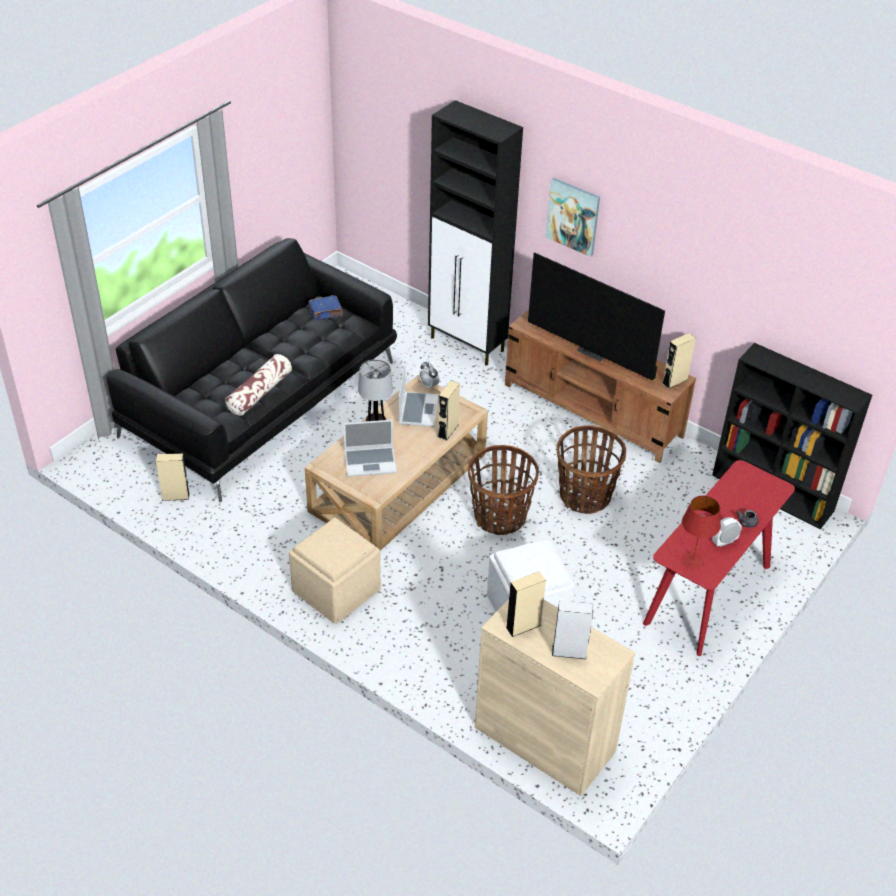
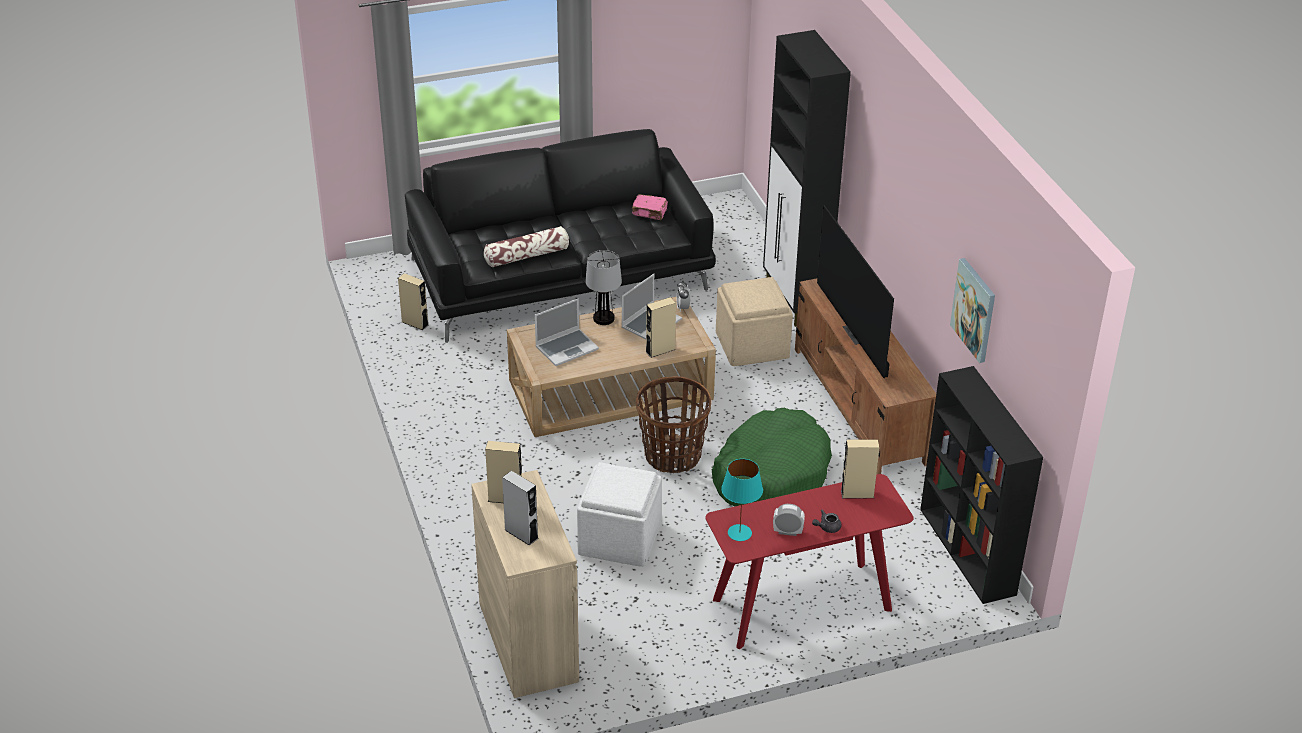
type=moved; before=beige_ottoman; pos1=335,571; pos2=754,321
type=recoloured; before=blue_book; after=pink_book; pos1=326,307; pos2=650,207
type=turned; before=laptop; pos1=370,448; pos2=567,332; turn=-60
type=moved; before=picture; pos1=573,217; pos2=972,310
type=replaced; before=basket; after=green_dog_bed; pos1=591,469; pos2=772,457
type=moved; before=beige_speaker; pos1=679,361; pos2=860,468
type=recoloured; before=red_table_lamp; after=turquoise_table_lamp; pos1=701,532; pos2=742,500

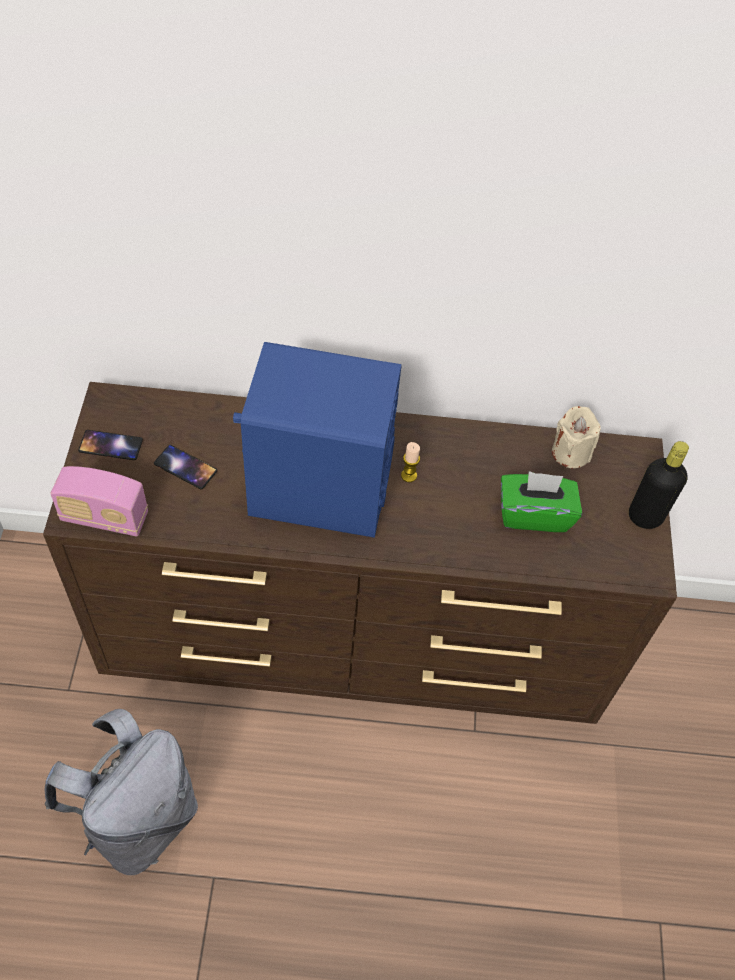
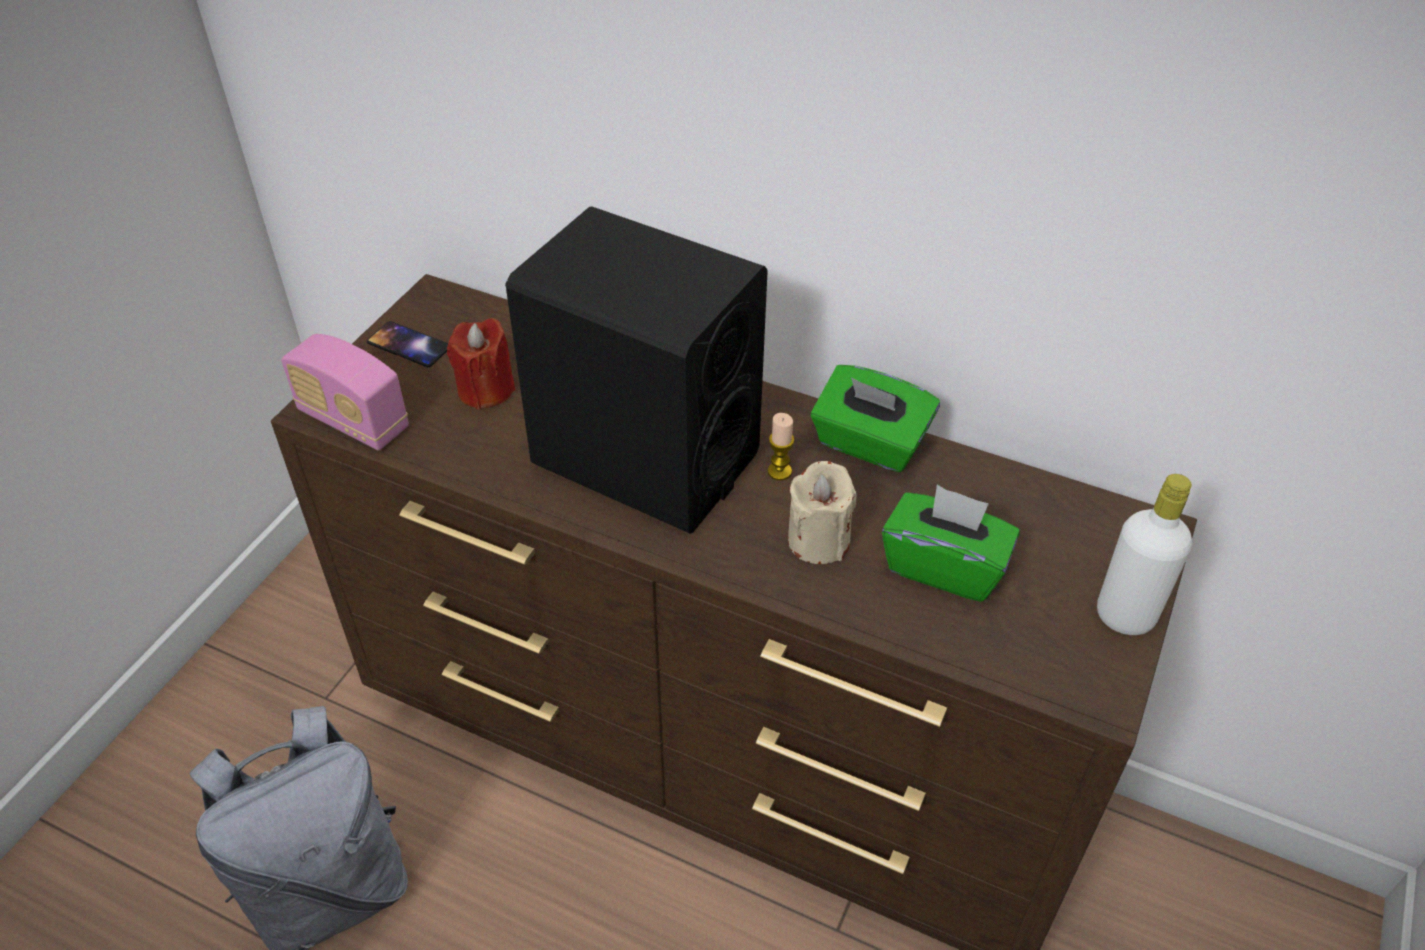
type=replaced; before=phone; after=red_candle; pos1=185,467; pos2=481,364
type=recoloured; before=blue_speaker; after=black_speaker; pos1=317,440; pos2=636,370
type=moved; before=beige_candle; pos1=576,437; pos2=822,512
type=recoloured; before=black_bottle; after=white_bottle; pos1=659,485; pos2=1144,554
type=added; after=green_tissue_box; pos2=875,418

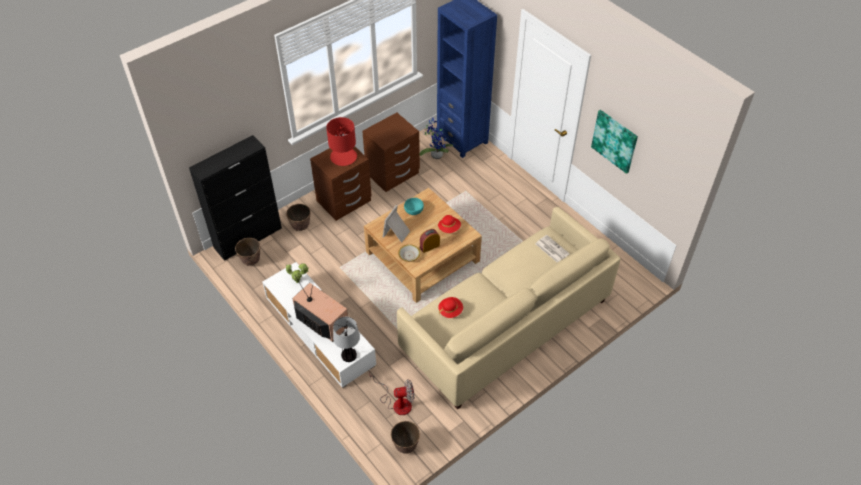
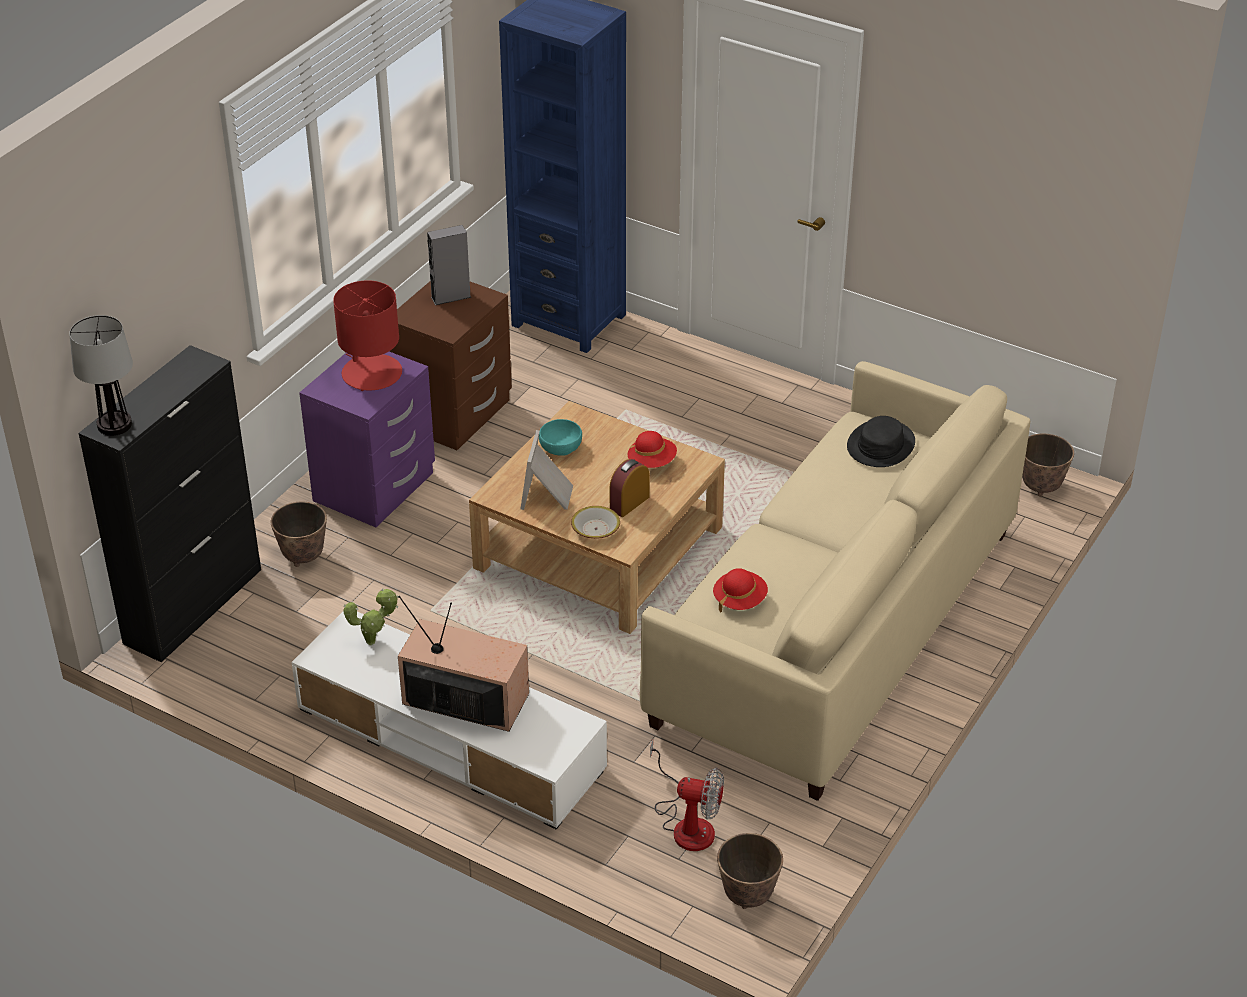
type=moved; before=planter; pos1=247,252; pos2=1048,465
type=recoloured; before=brown_nightstand; after=purple_nightstand; pos1=341,184; pos2=367,439
type=moved; before=table_lamp; pos1=346,339; pos2=101,375
type=turned; before=fan; pos1=391,393; pos2=687,795; turn=45
type=removed; before=potted_plant; pos1=437,138
type=replaced; before=newspaper; after=black_hat; pos1=553,248; pos2=881,441
type=removed; before=picture; pos1=614,142
type=added; after=grey_speaker; pos2=449,265

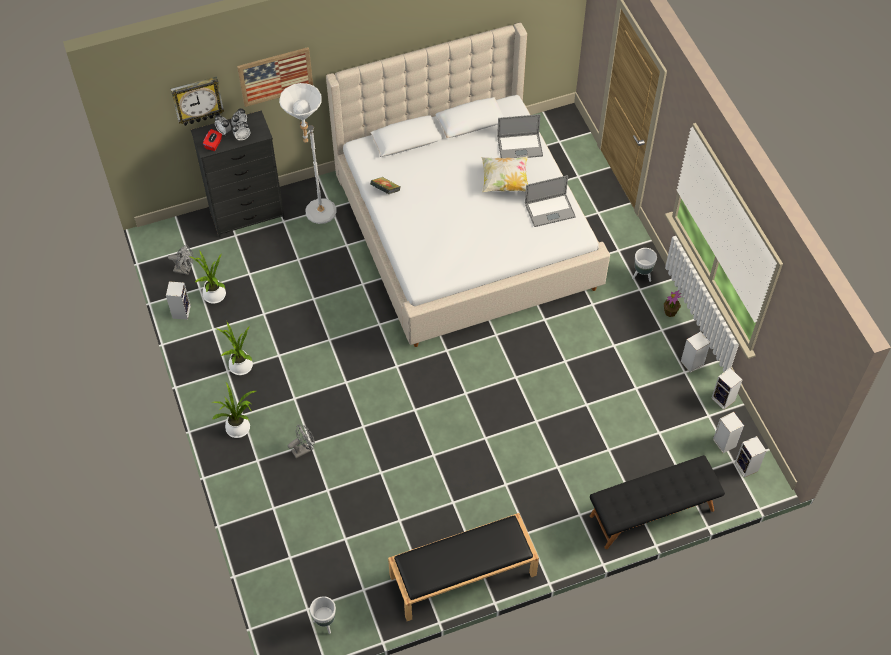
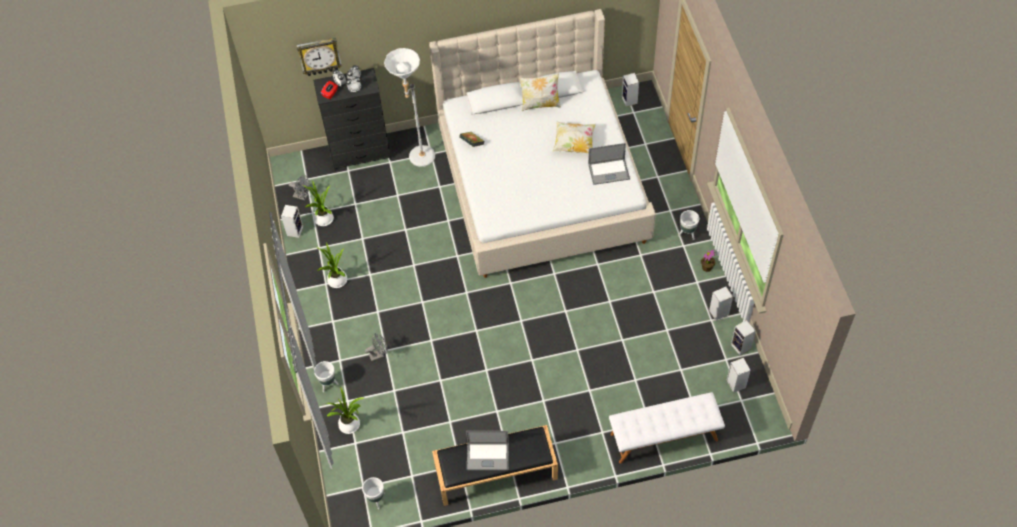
type=moved; before=potted_plant; pos1=234,410; pos2=345,410
type=removed; before=picture; pos1=275,77
type=moved; before=laptop; pos1=520,136; pos2=487,450
type=recoloured; before=black_bench; after=white_bench; pos1=657,502; pos2=667,428
type=moved; before=speaker; pos1=750,456; pos2=630,90
type=added; after=white_planter; pos2=326,376
type=added; after=pillow; pos2=540,92

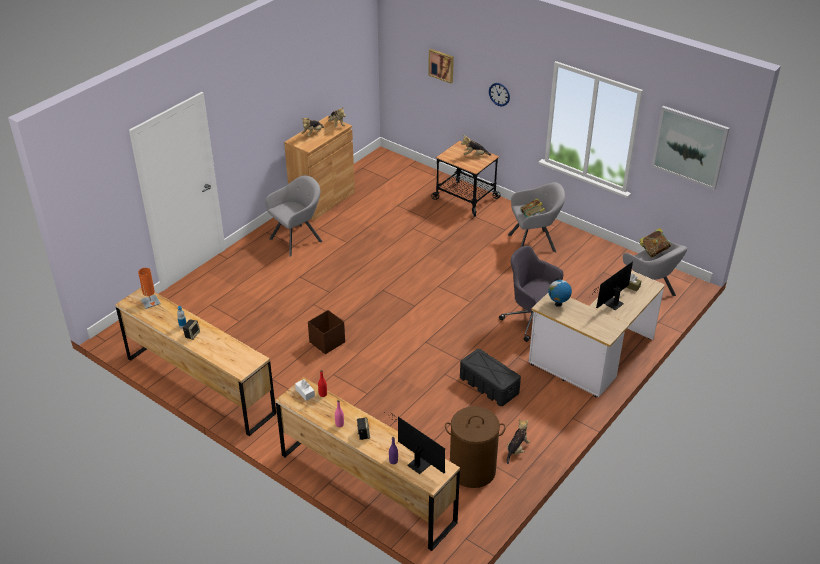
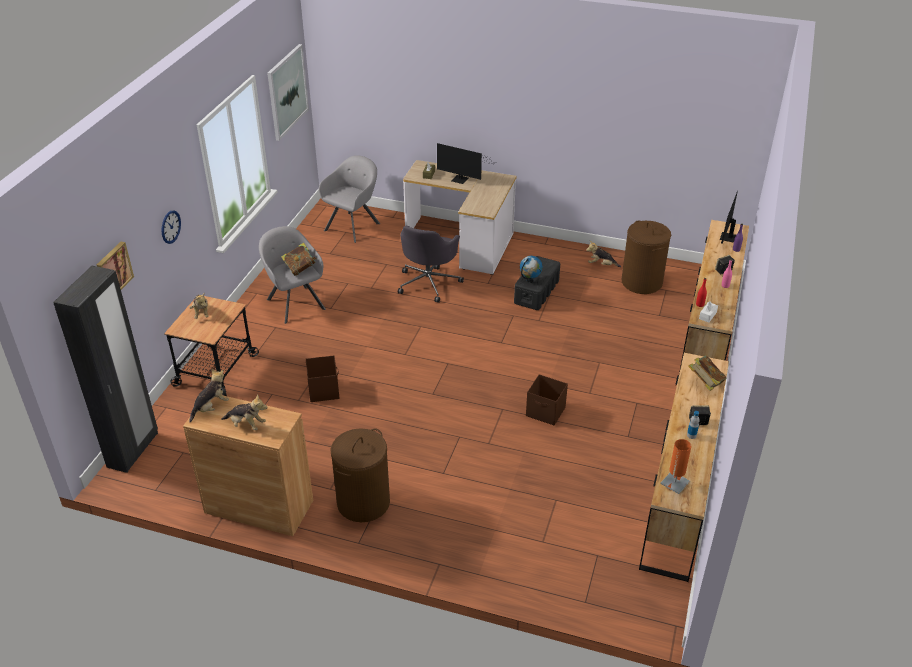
type=replaced; before=grey_armchair; after=brown_laundry_basket; pos1=294,216; pos2=360,475
type=moved; before=globe; pos1=560,292; pos2=531,269
type=moved; before=book; pos1=655,243; pos2=707,373
type=added; after=black_wardrobe; pos2=105,369
type=added; after=brown_storage_box; pos2=322,378

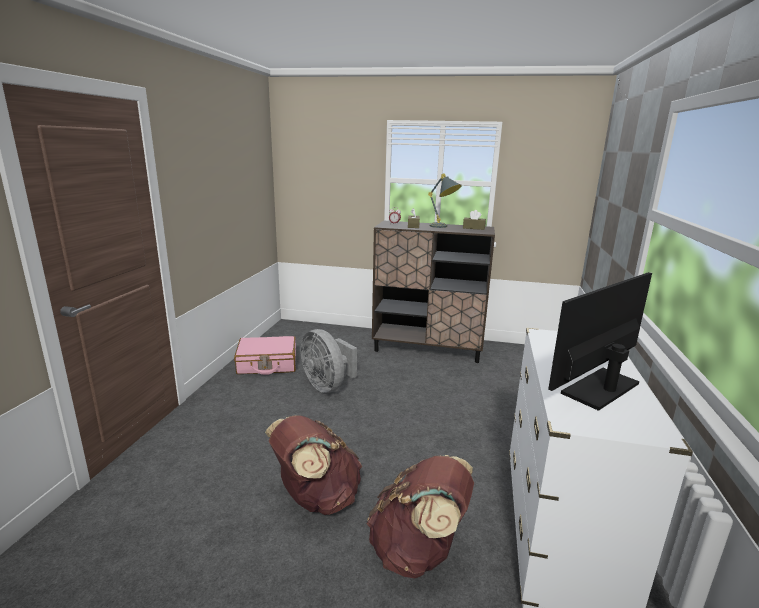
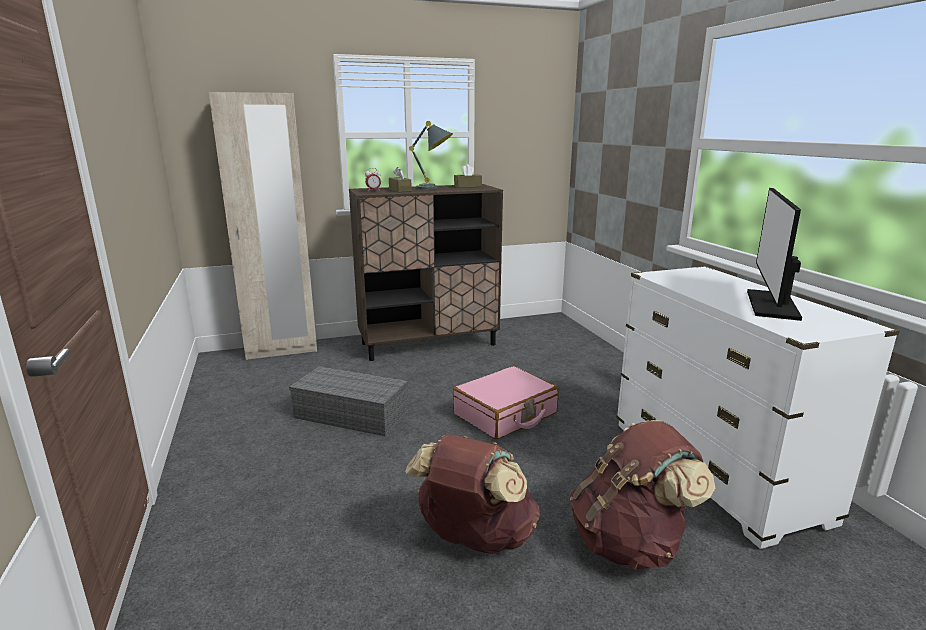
type=moved; before=pink_suitcase; pos1=265,355; pos2=506,402
type=replaced; before=grey_fan; after=grey_storage_box; pos1=329,361; pos2=348,401
type=added; after=beige_wardrobe; pos2=263,226

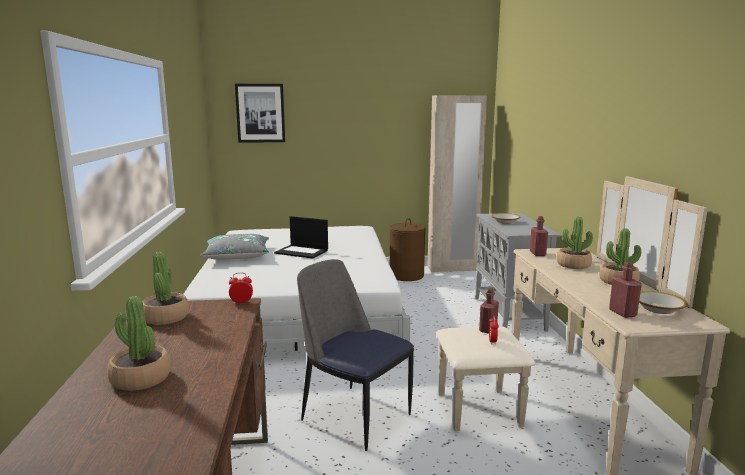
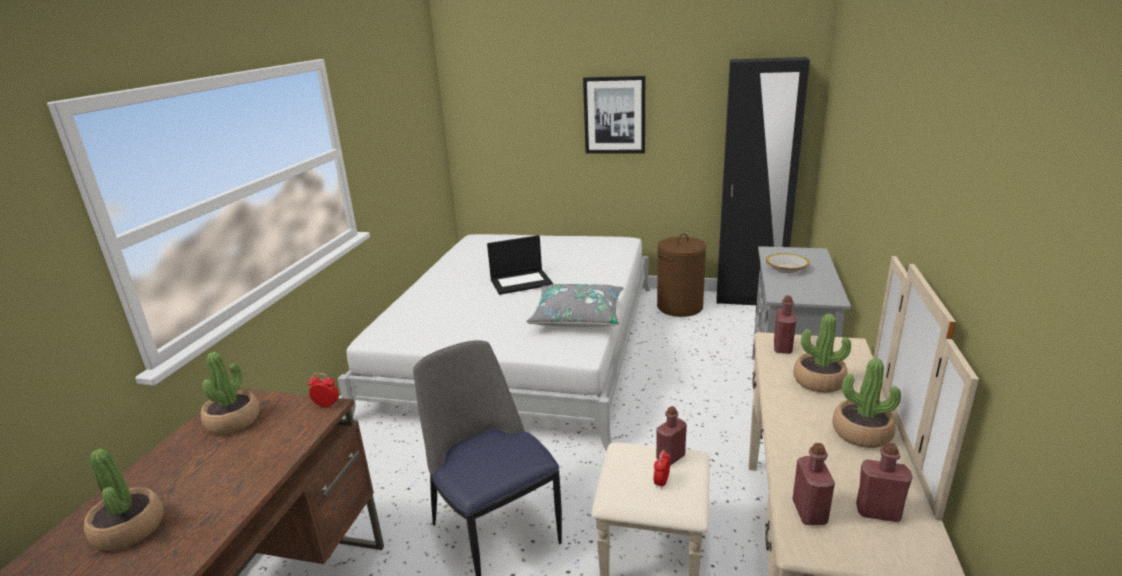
type=moved; before=grey_pillow; pos1=234,247; pos2=575,305
type=moved; before=picture; pos1=260,113; pos2=614,114
type=turned; before=laptop; pos1=301,237; pos2=520,265; turn=-60
type=recoloured; before=beige_wardrobe; after=black_wardrobe; pos1=457,183; pos2=763,181
type=replaced; before=bowl; after=red_bottle; pos1=663,302; pos2=884,482

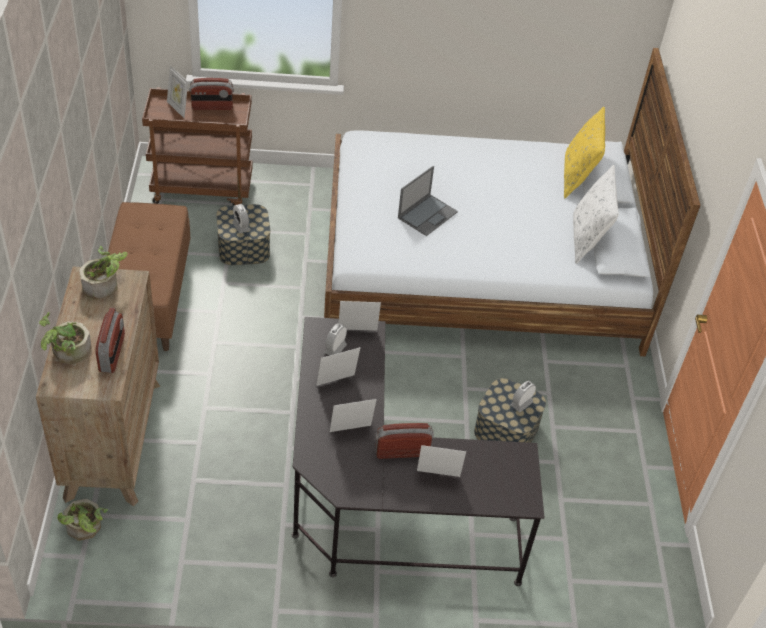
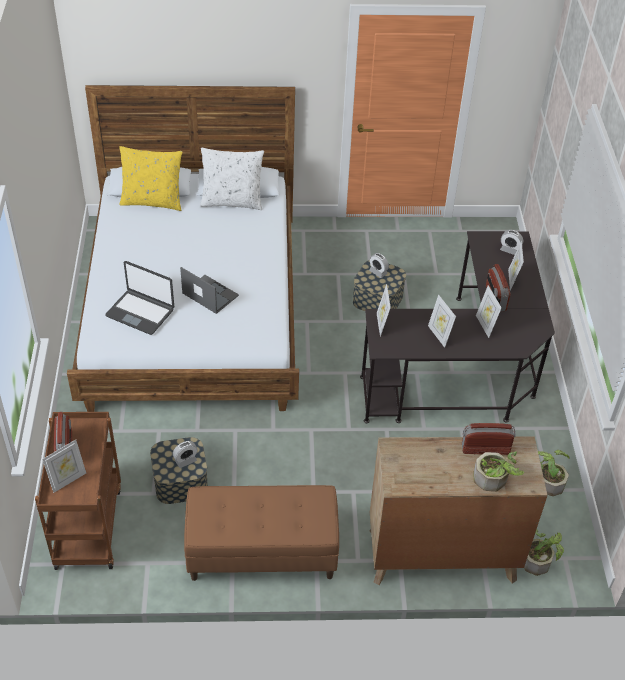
type=moved; before=potted_plant; pos1=103,273; pos2=553,473
type=moved; before=alarm_clock; pos1=335,339; pos2=511,242
type=added; after=laptop; pos2=139,298

